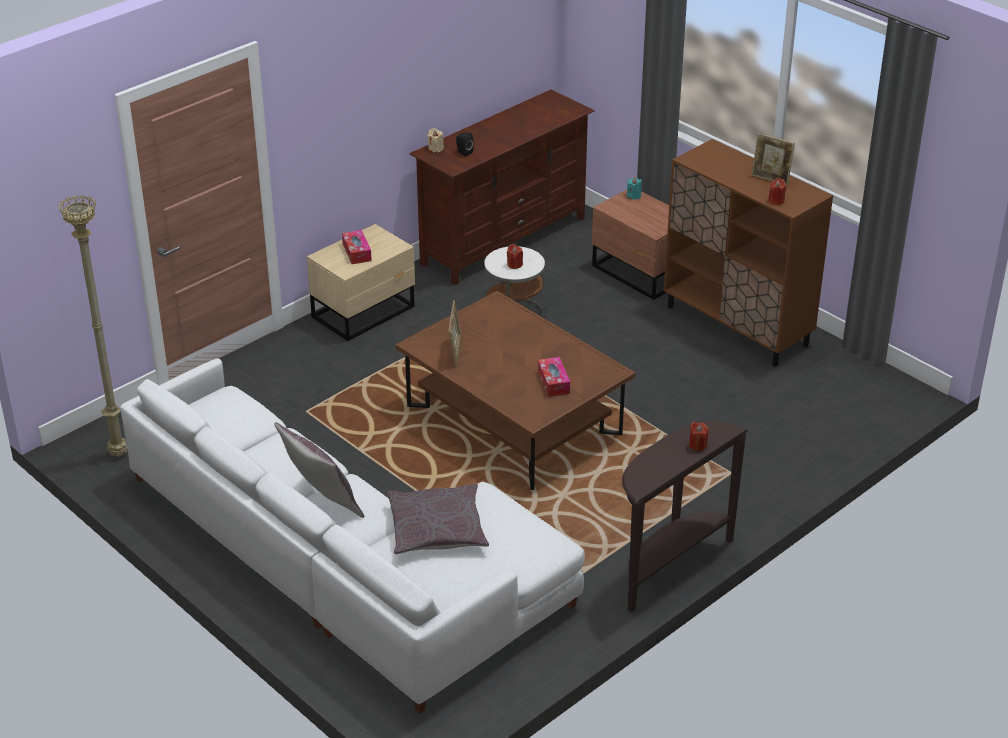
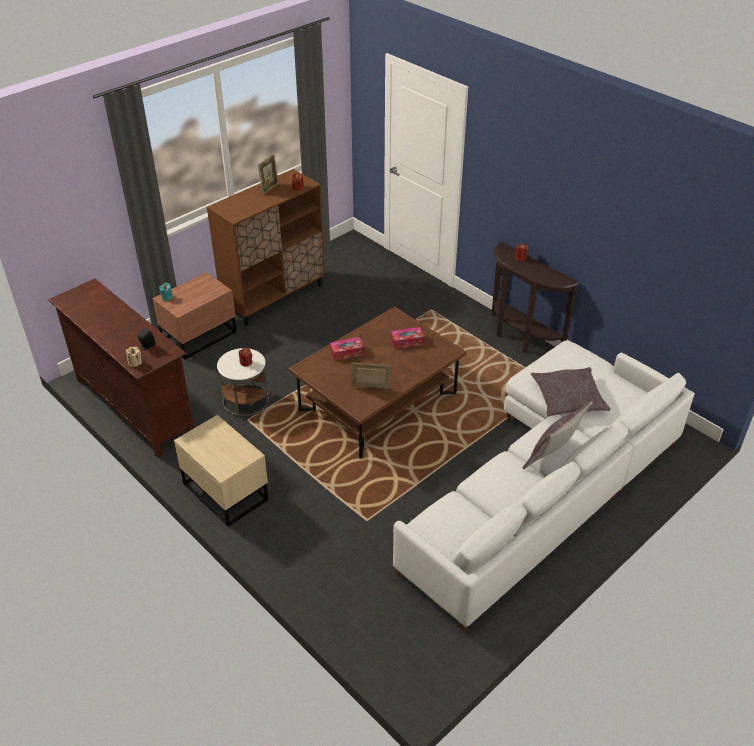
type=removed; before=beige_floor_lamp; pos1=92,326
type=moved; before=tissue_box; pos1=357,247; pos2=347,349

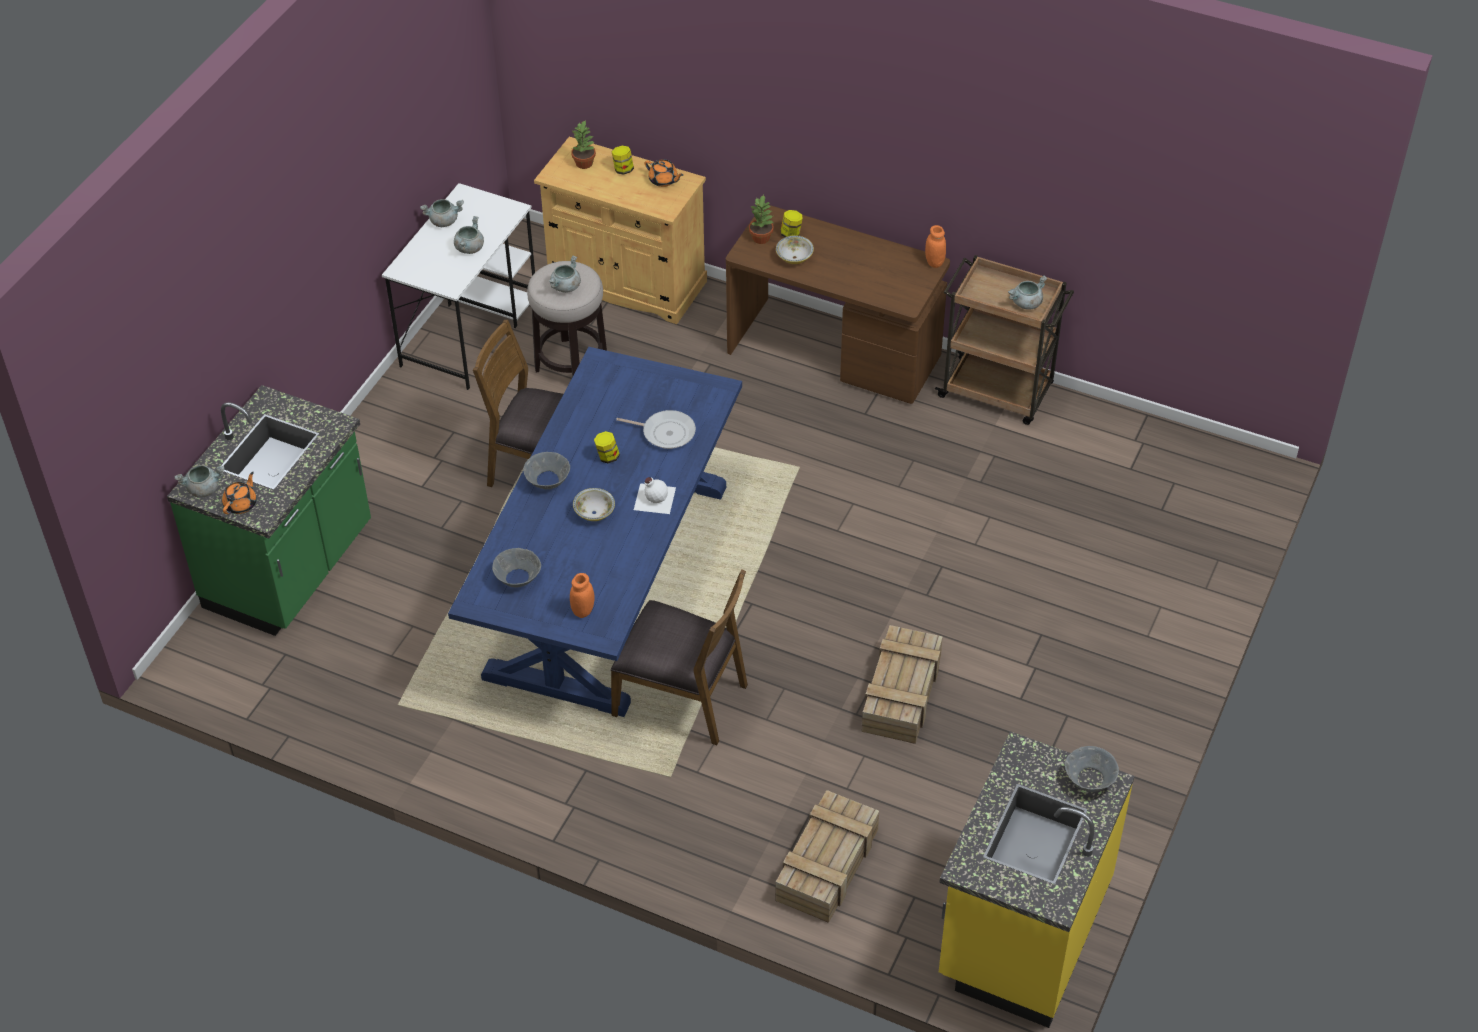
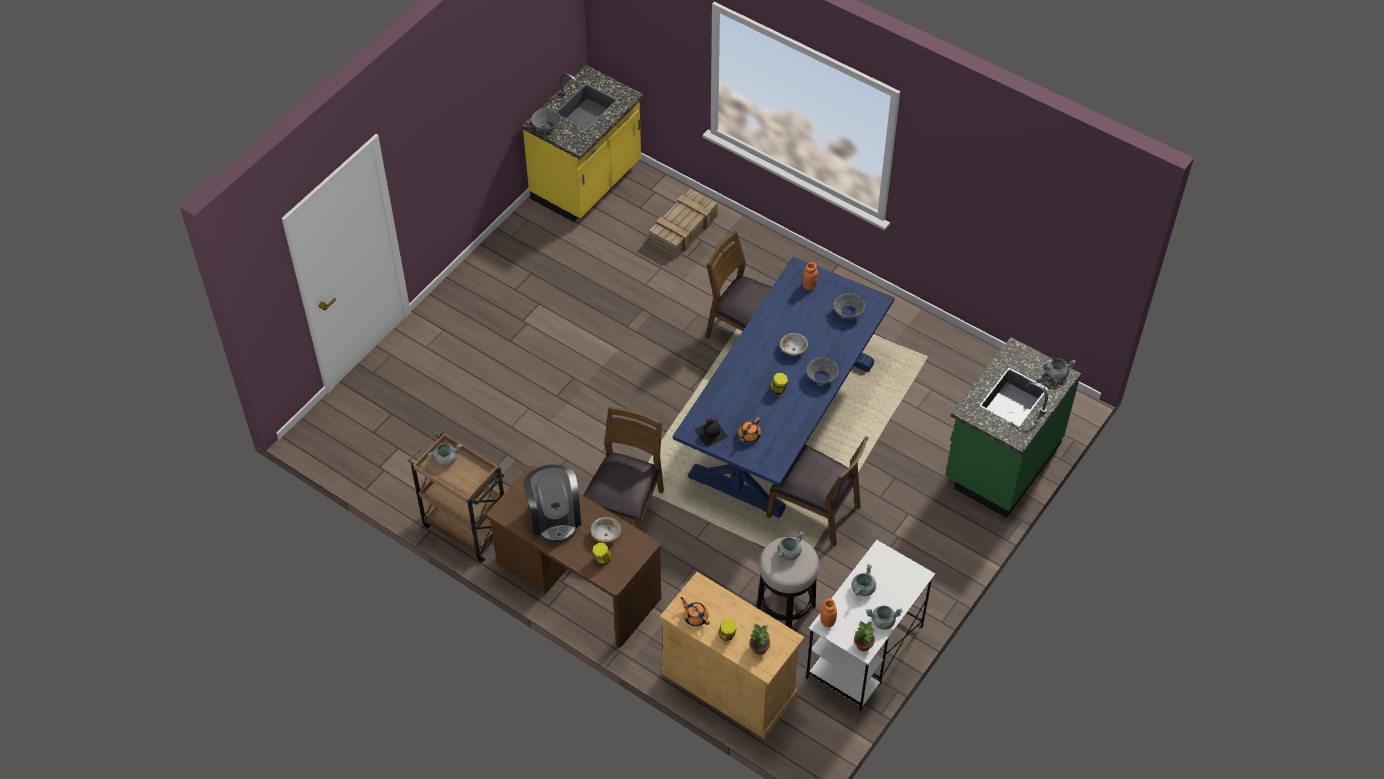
type=moved; before=orange_teapot; pos1=239,493; pos2=749,430
type=removed; before=frying_pan; pos1=656,429
type=removed; before=white_bottle; pos1=655,495
type=moved; before=potted_plant; pos1=761,219; pos2=864,636
type=removed; before=crate; pos1=902,684
type=moved; before=orange_jar; pos1=935,246; pos2=828,612
type=added; after=coffee_machine; pos2=552,503
type=added; after=brown_chair; pos2=623,468
type=added; after=black_bottle; pos2=711,433

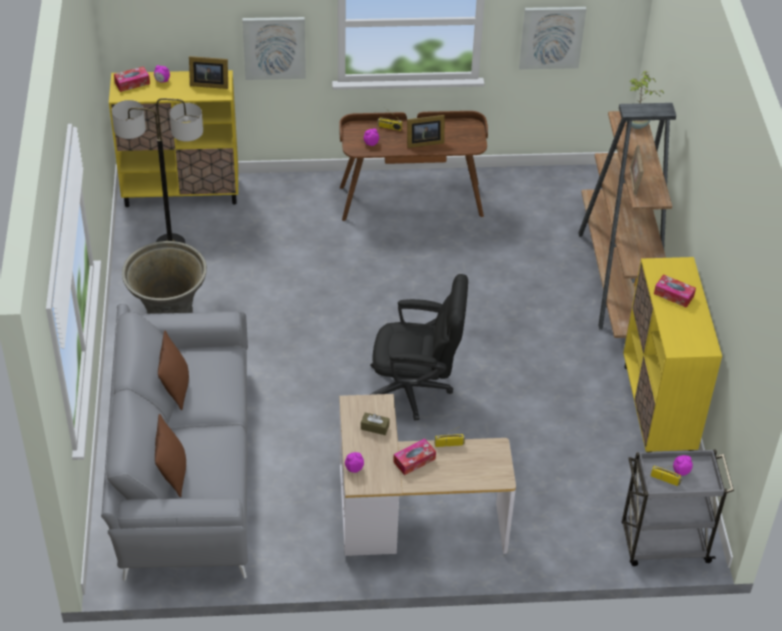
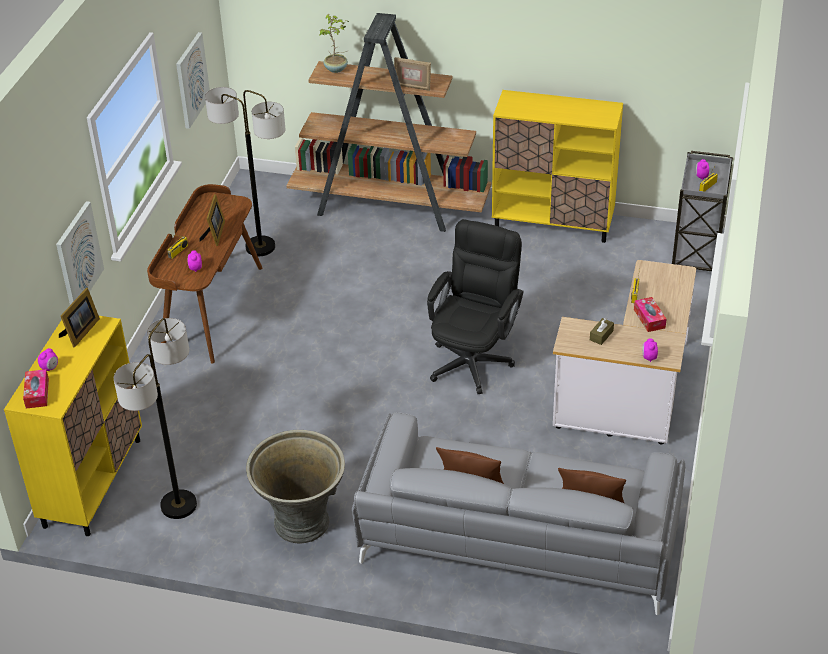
type=removed; before=tissue_box; pos1=675,291
type=added; after=floor_lamp; pos2=245,171

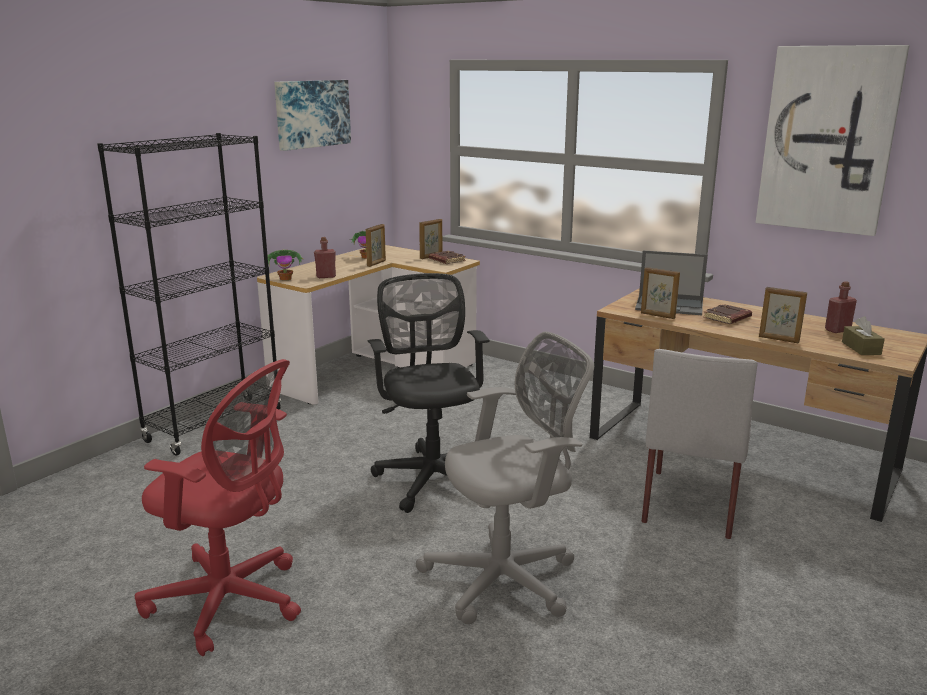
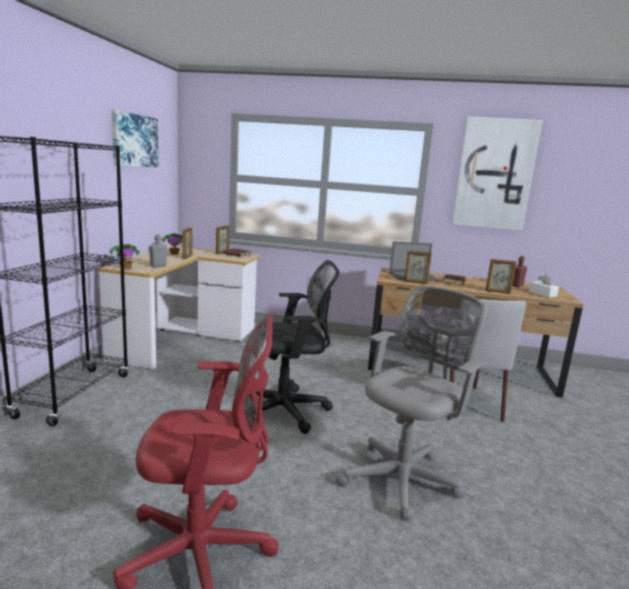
type=recoloured; before=red_bottle; after=grey_bottle; pos1=325,257; pos2=158,250
type=turned; before=black_office_chair; pos1=429,393; pos2=295,347; turn=120
type=recoloured; before=brown_tissue_box; after=white_tissue_box; pos1=863,335; pos2=544,286

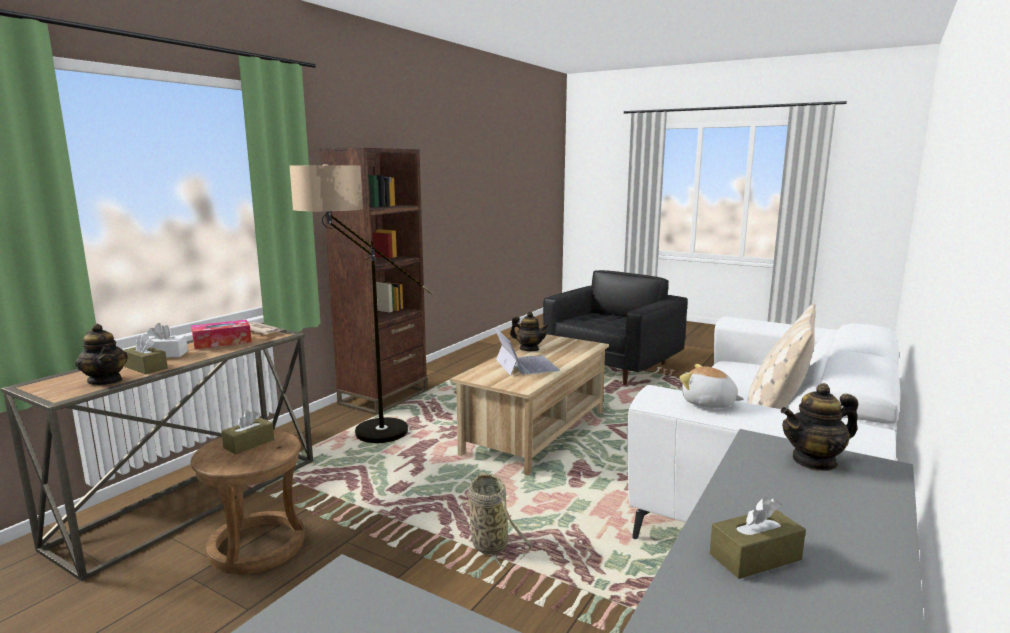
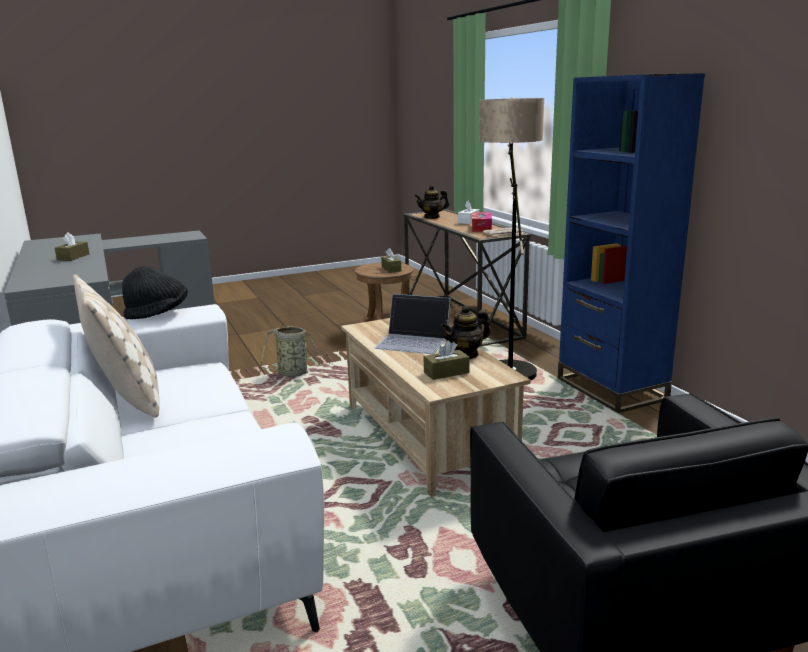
type=moved; before=brown_tissue_box; pos1=145,354; pos2=447,360
type=recoloured; before=brown_bookcase; after=blue_bookcase; pos1=373,281; pos2=631,243
type=replaced; before=plush_toy; after=black_hat; pos1=711,386; pos2=155,292
type=removed; before=teapot; pos1=819,427

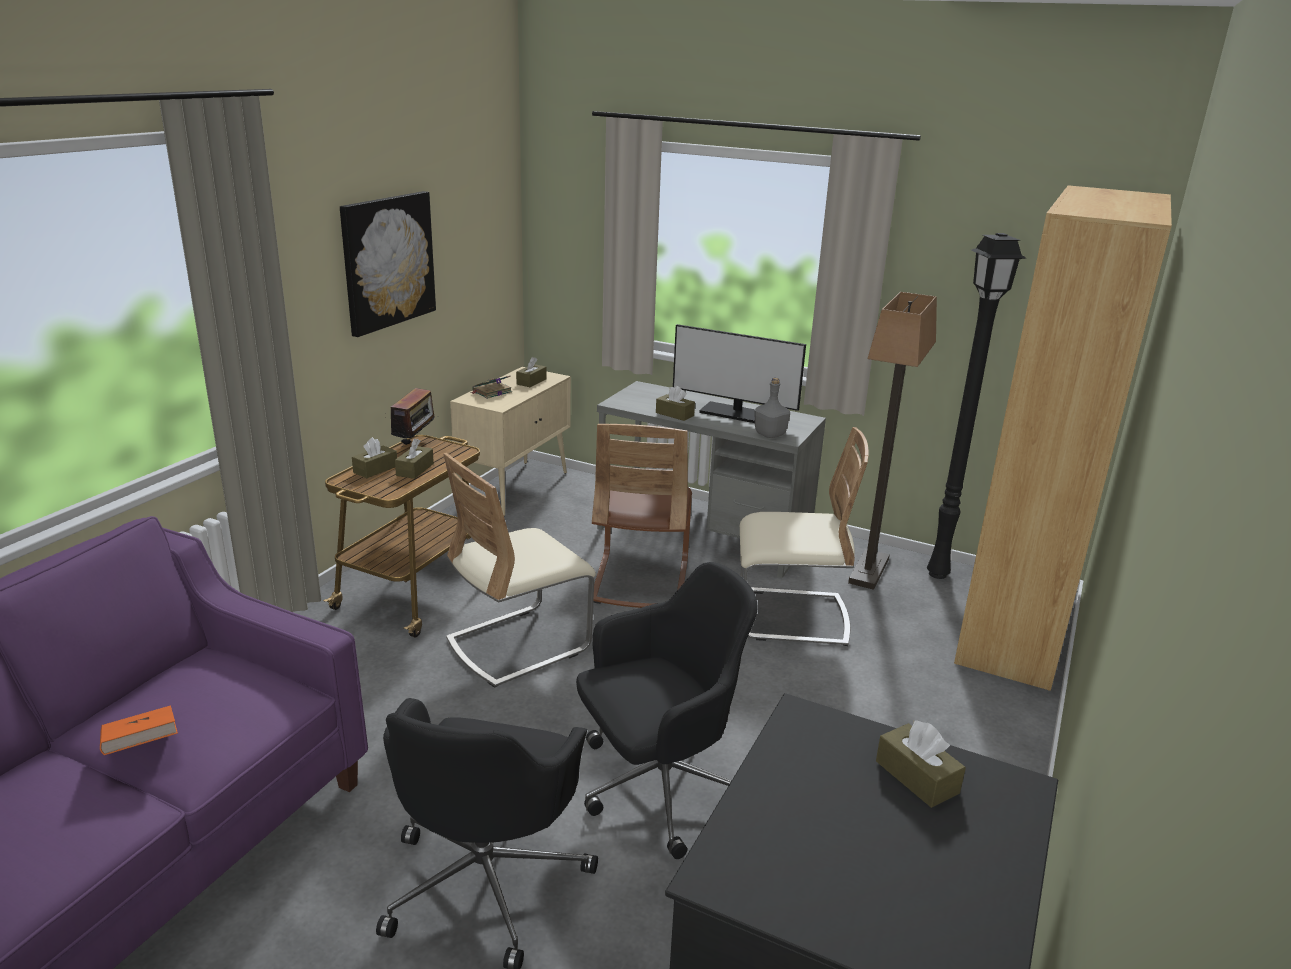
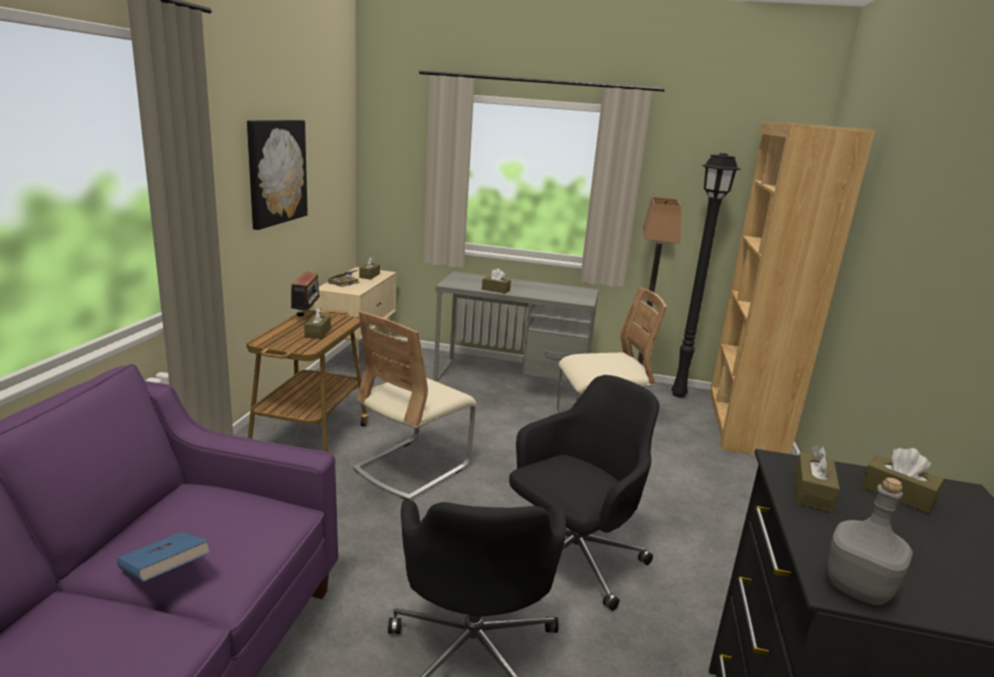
type=recoloured; before=orange_book; after=blue_book; pos1=139,730; pos2=164,557
type=moved; before=brown_tissue_box; pos1=374,457; pos2=817,479
type=removed; before=brown_chair; pos1=642,516
type=removed; before=monitor; pos1=739,373
type=moved; before=grey_bottle; pos1=772,408; pos2=870,541

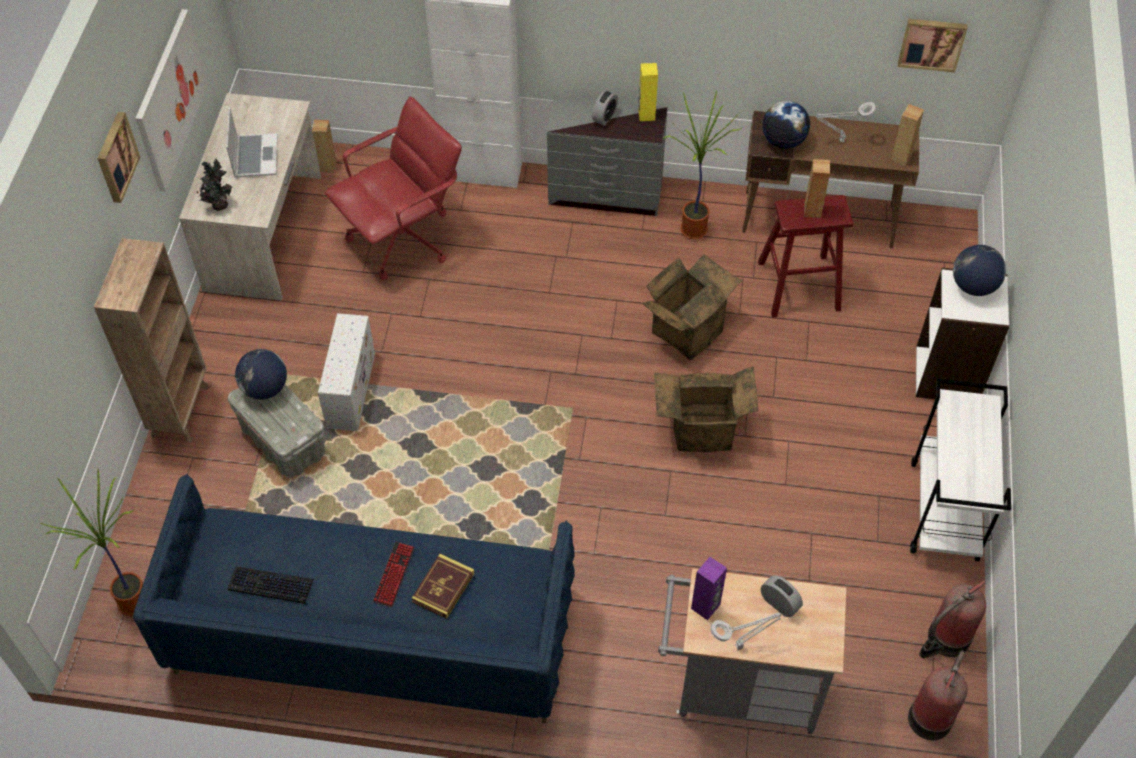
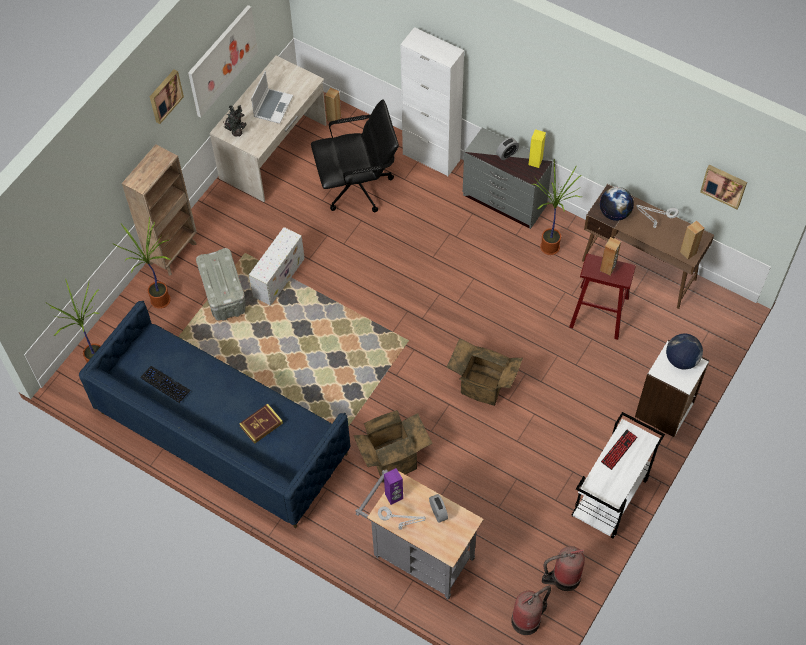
type=removed; before=globe; pos1=261,374
type=recoloured; before=red_office_chair; after=black_office_chair; pos1=393,188; pos2=355,155
type=moved; before=keyboard; pos1=394,574; pos2=619,450
type=moved; before=cardboard_box; pos1=692,307; pos2=393,446
type=added; after=potted_plant; pos2=141,263

